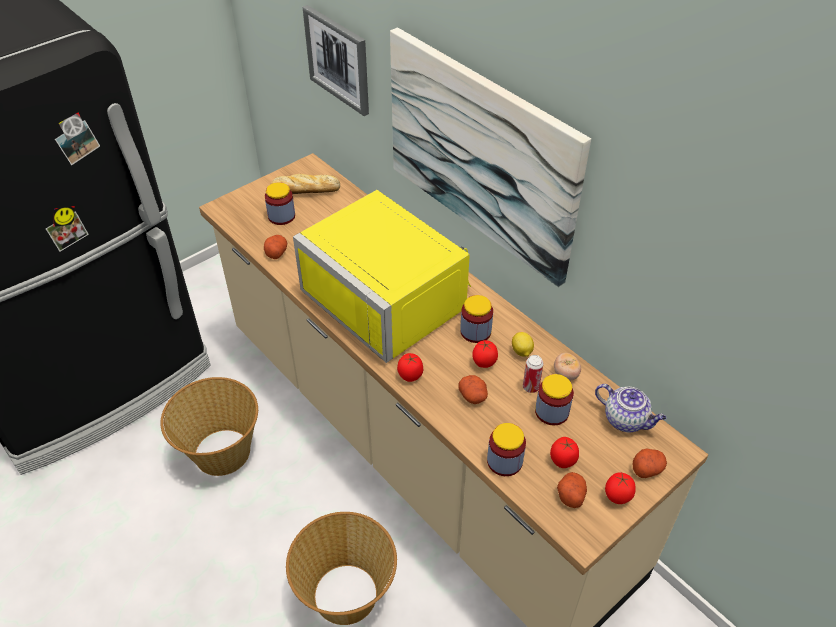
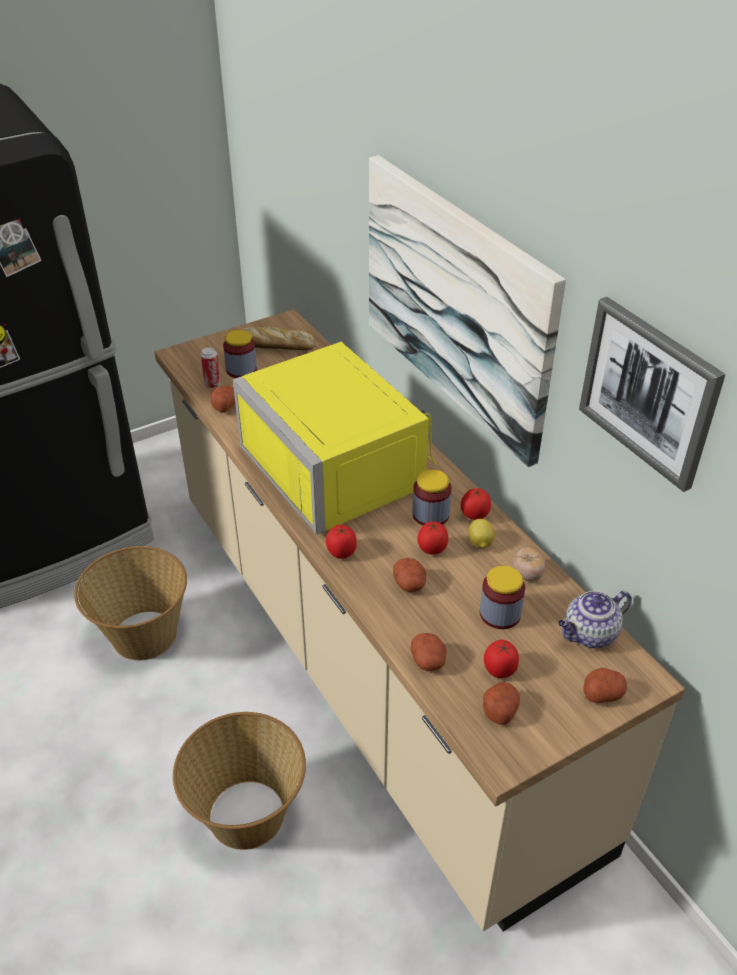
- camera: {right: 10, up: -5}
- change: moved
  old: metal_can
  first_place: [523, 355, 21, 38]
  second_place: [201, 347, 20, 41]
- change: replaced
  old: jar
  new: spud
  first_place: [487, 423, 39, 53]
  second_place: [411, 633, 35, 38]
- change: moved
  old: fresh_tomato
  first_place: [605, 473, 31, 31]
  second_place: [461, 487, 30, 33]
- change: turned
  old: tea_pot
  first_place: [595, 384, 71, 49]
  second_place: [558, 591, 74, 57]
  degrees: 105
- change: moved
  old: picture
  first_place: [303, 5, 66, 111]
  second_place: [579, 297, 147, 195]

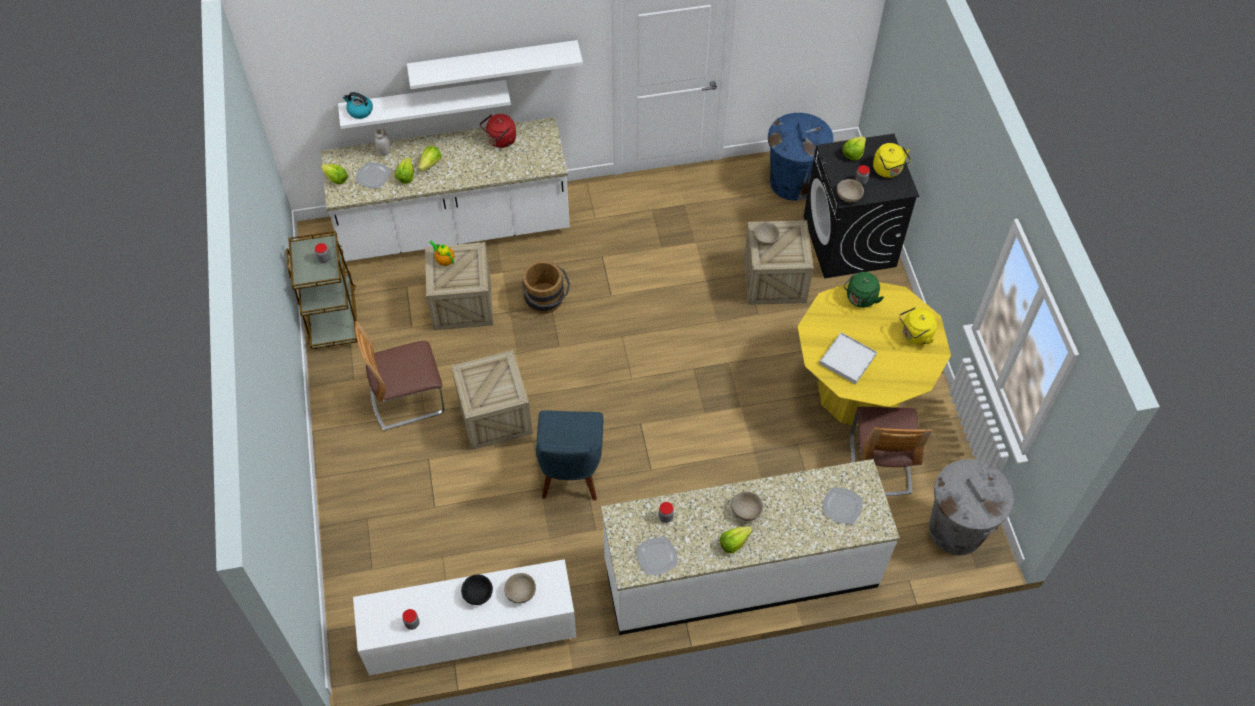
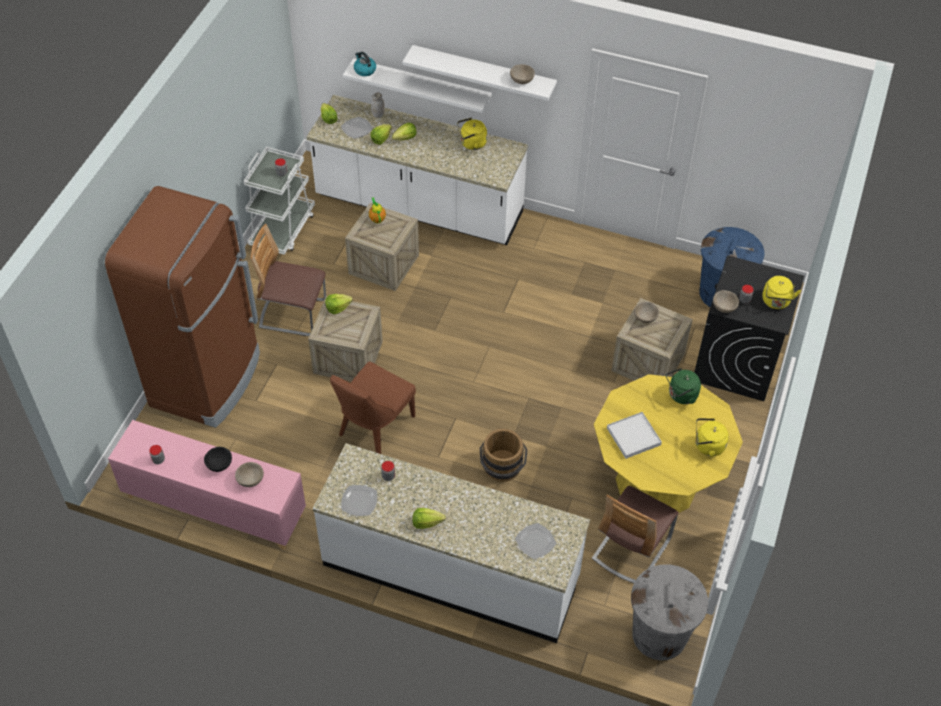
- camera: {right: 30, up: -5}
- change: added
  new: brown_refrigerator
  second_place: [105, 186, 155, 242]
- change: recoloured
  old: whitish_cupboard
  new: pink-coloured_cupboard
  first_place: [353, 559, 223, 118]
  second_place: [108, 420, 198, 130]
- change: recoloured
  old: brown_cart
  new: whitish_cart
  first_place: [286, 231, 72, 118]
  second_place: [244, 147, 71, 108]
- change: moved
  old: lettuce
  first_place: [842, 136, 24, 25]
  second_place: [325, 294, 28, 20]
- change: recoloured
  old: blue_plain_chair
  new: brown_plain_chair
  first_place: [536, 410, 67, 90]
  second_place: [330, 362, 86, 92]
- change: recoloured
  old: red_kettle
  new: yellow_kettle
  first_place: [480, 114, 36, 34]
  second_place: [457, 118, 30, 32]
- change: moved
  old: brown_water_bucket
  first_place: [522, 261, 48, 53]
  second_place: [479, 429, 49, 53]
- change: moved
  old: beige_serving_bowl
  first_place: [731, 492, 32, 29]
  second_place: [510, 64, 25, 20]

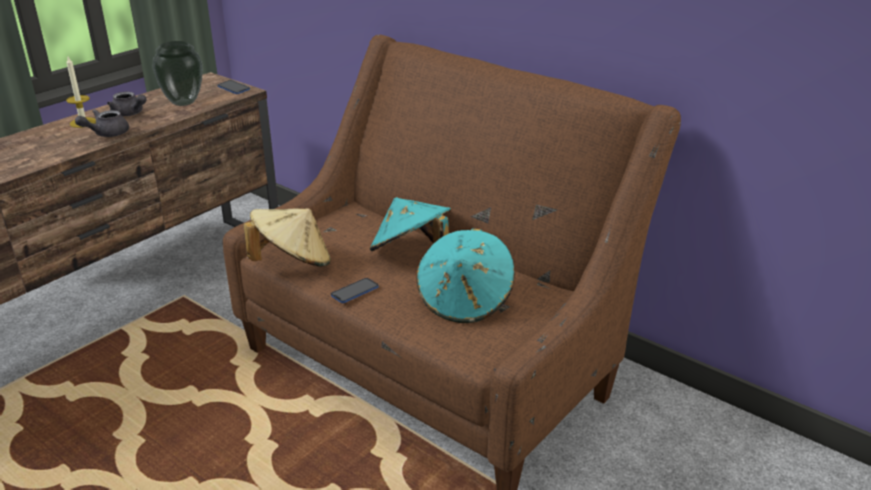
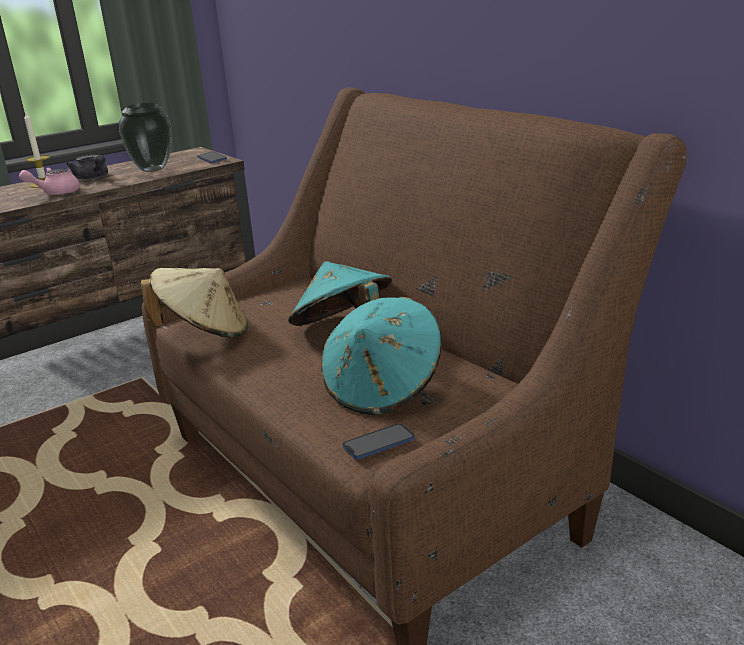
- camera: {right: 15, up: -5}
- change: recoloured
  old: gray_tea_pot
  new: pink-coloured_tea_pot
  first_place: [75, 109, 54, 28]
  second_place: [19, 167, 61, 28]
- change: moved
  old: handset
  first_place: [331, 278, 48, 25]
  second_place: [343, 424, 72, 35]

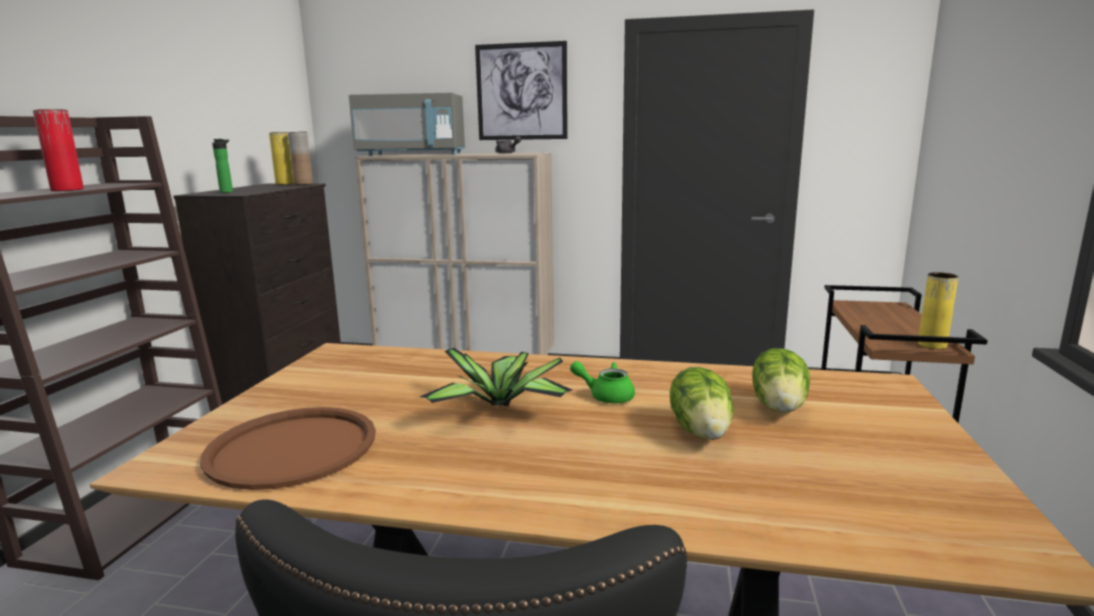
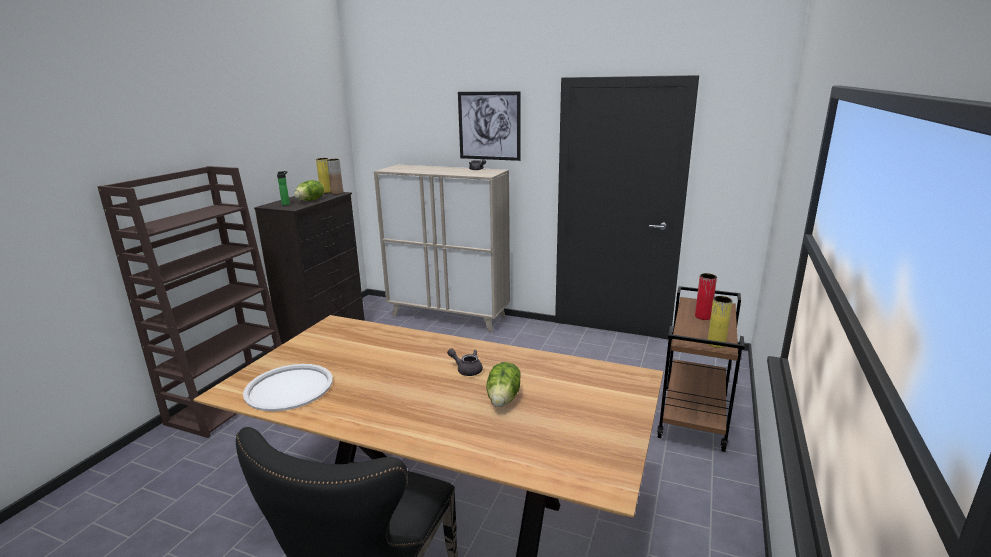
- camera: {right: 10, up: 5}
- change: recoloured
  old: brown_carrying_tray
  new: whitish_carrying_tray
  first_place: [200, 407, 176, 83]
  second_place: [243, 364, 90, 47]
- change: moved
  old: lettuce
  first_place: [752, 348, 58, 65]
  second_place: [294, 180, 30, 21]
- change: recoloured
  old: green_tea_pot
  new: gray_tea_pot
  first_place: [570, 361, 65, 42]
  second_place: [447, 348, 36, 28]
- change: moved
  old: red_vase
  first_place: [33, 109, 51, 82]
  second_place: [695, 273, 22, 47]
- change: removed
  old: gray_microwave
  first_place: [349, 93, 116, 63]
- change: removed
  old: potted_plant
  first_place: [420, 348, 152, 60]

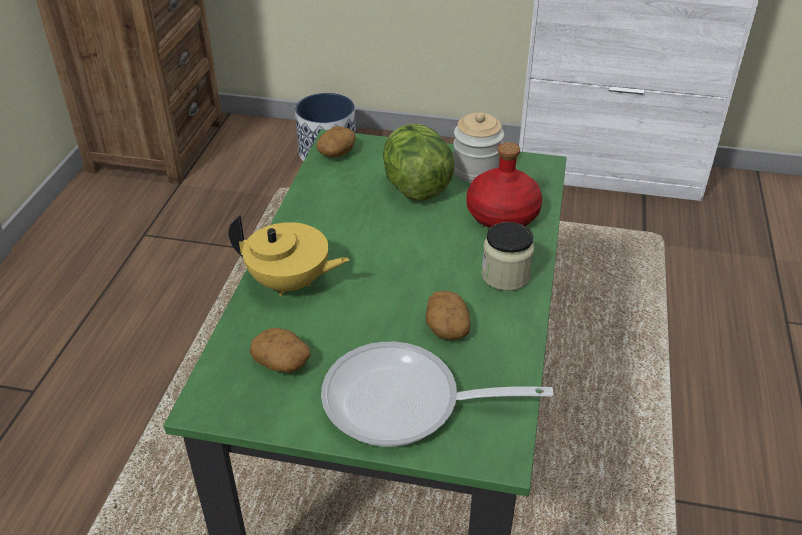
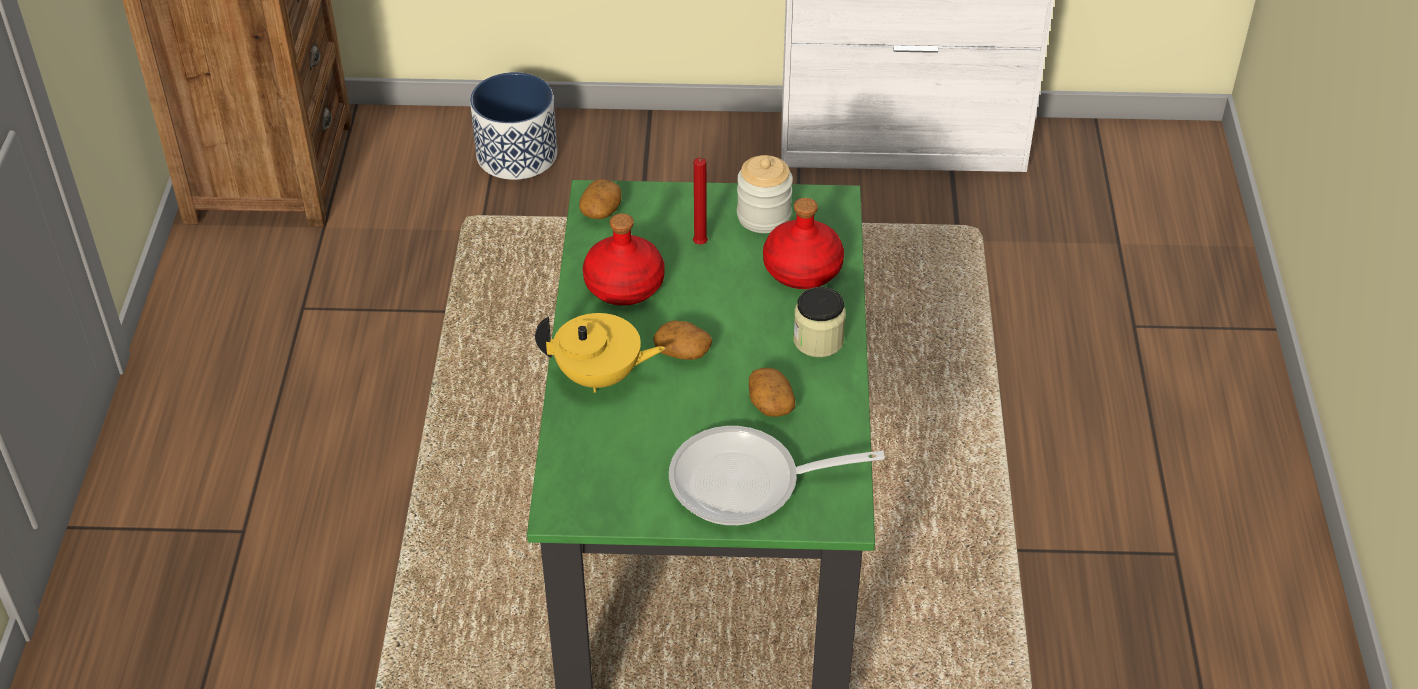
- camera: {right: -10, up: 5}
- change: added
  new: red_bottle
  second_place: [583, 214, 82, 92]
- change: moved
  old: spud
  first_place: [250, 328, 61, 45]
  second_place: [653, 321, 59, 39]
- change: replaced
  old: lettuce
  new: red_wax_candle
  first_place: [383, 124, 72, 77]
  second_place: [693, 156, 15, 89]

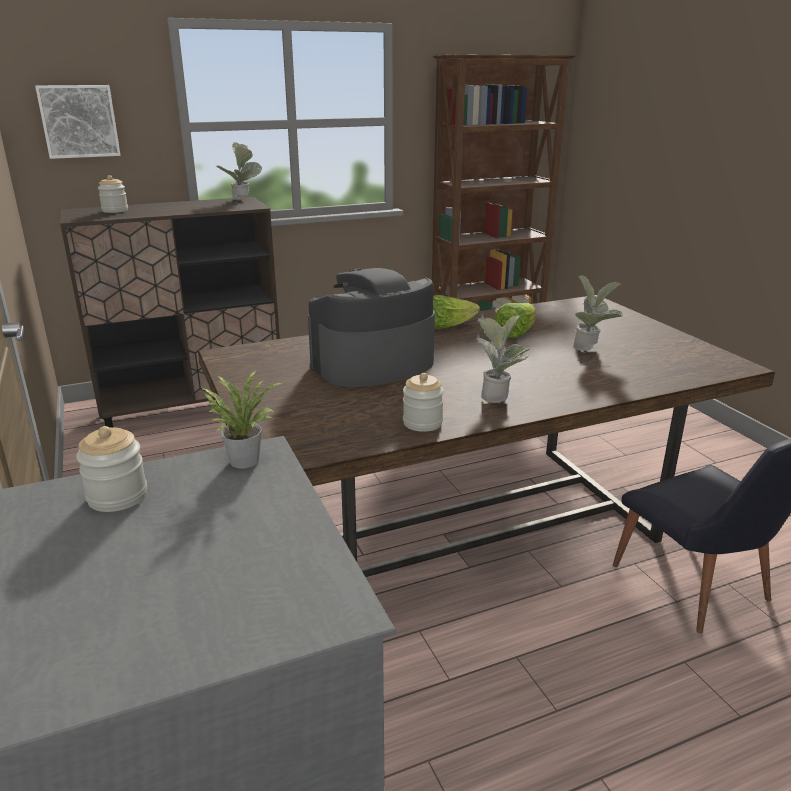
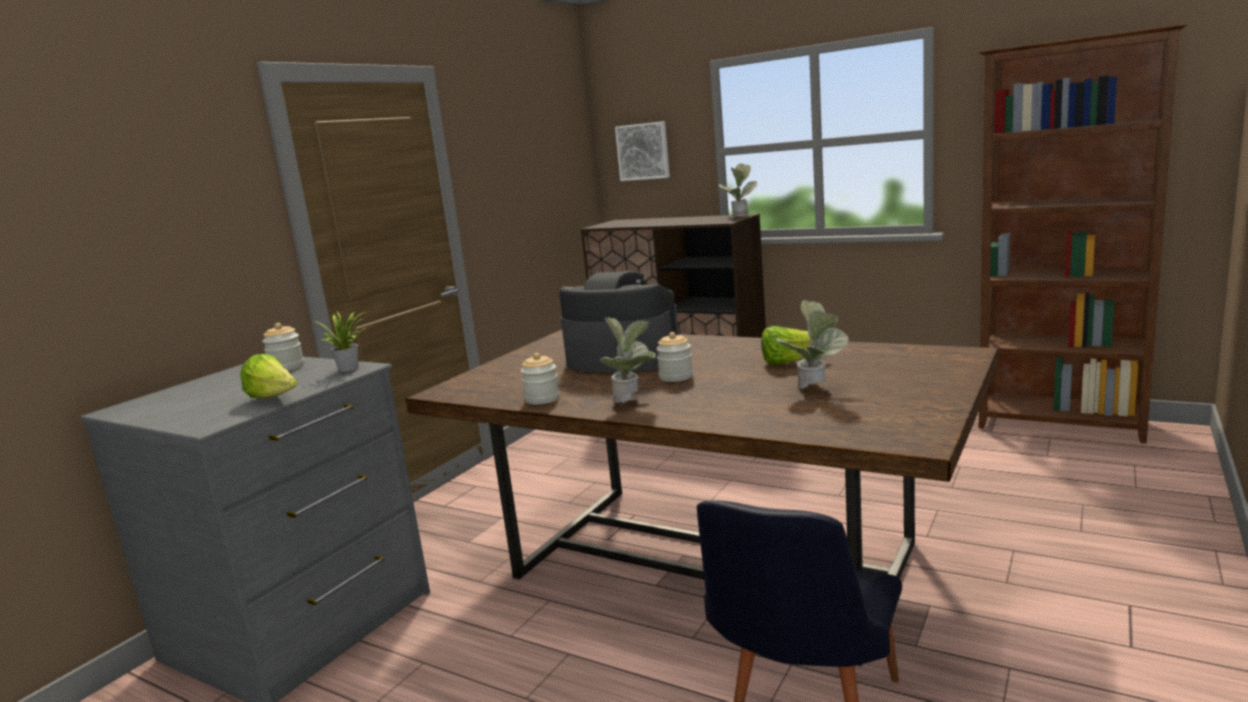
- camera: {right: 55, up: -10}
- change: moved
  old: lettuce
  first_place: [433, 295, 47, 34]
  second_place: [240, 354, 58, 45]
- change: moved
  old: jar
  first_place: [98, 175, 30, 38]
  second_place: [656, 332, 37, 50]

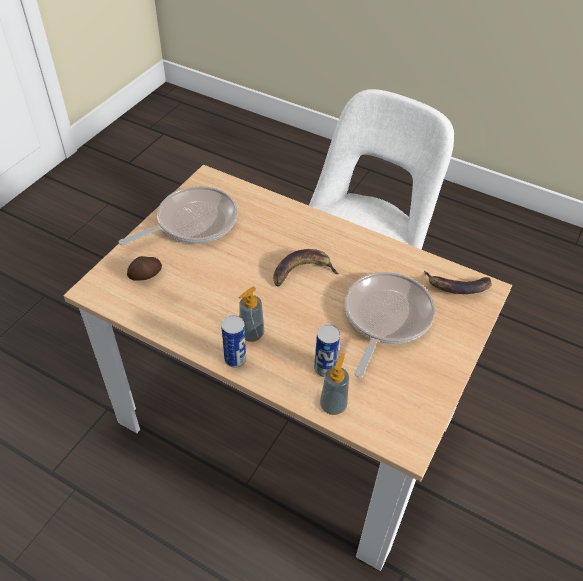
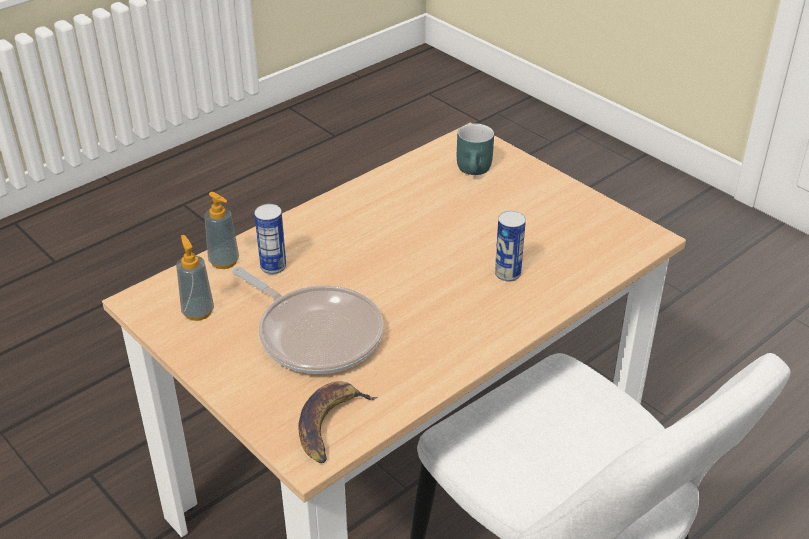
- camera: {right: 110, up: -10}
- change: moved
  old: soap_bottle
  first_place: [239, 287, 25, 55]
  second_place: [176, 235, 38, 86]
- change: replaced
  old: spud
  new: blue-green_mug
  first_place: [127, 256, 35, 25]
  second_place: [457, 124, 37, 51]
- change: moved
  old: metal_can
  first_place: [221, 315, 25, 53]
  second_place: [495, 211, 31, 71]
- change: removed
  old: pan
  first_place: [119, 186, 119, 60]
- change: removed
  old: whole_banana
  first_place: [273, 249, 66, 38]

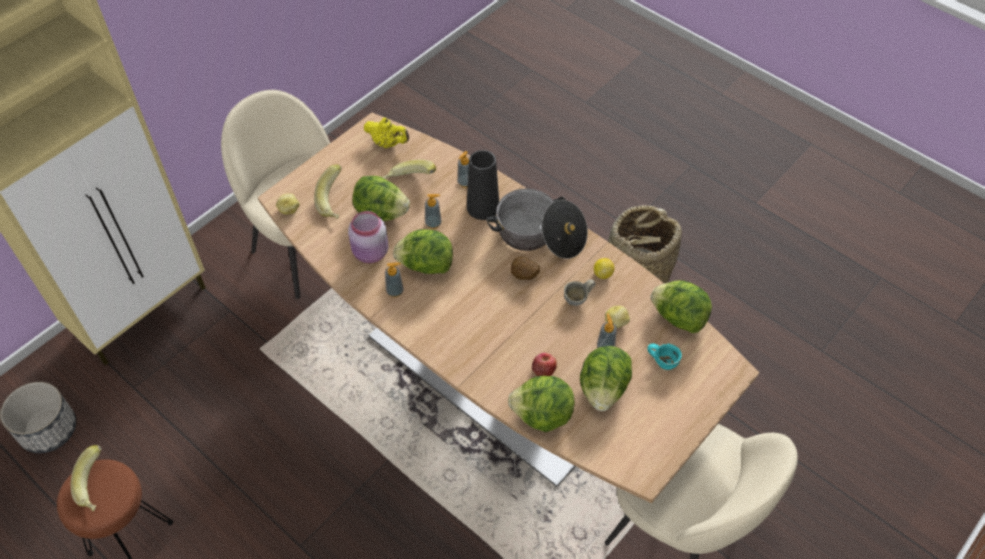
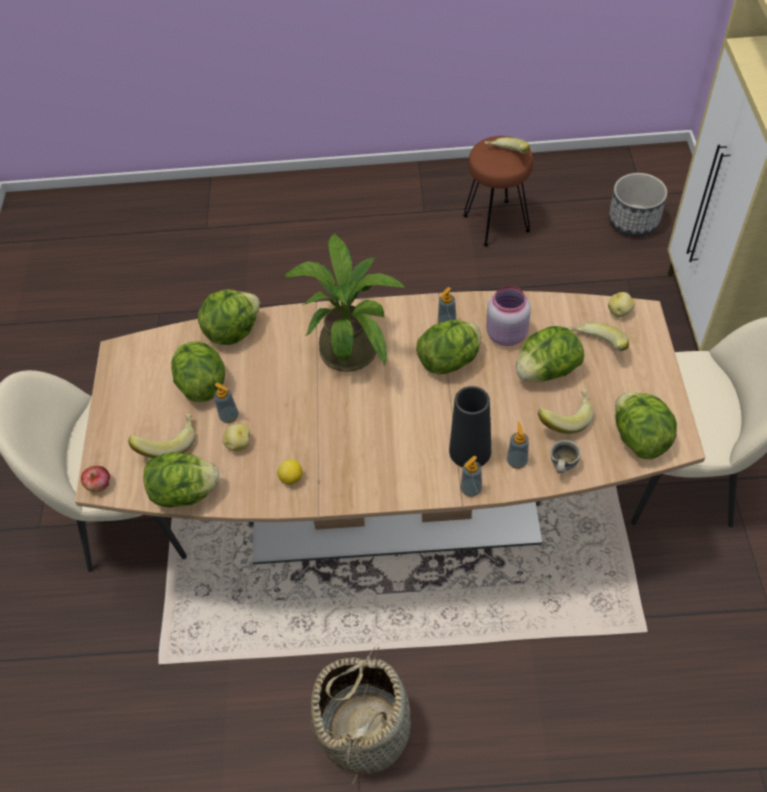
- camera: {right: 140, up: 0}
- change: moved
  old: apple_fruit
  first_place: [532, 353, 25, 23]
  second_place: [81, 466, 29, 26]
- change: replaced
  old: blue-green_mug
  new: whole_banana
  first_place: [648, 344, 34, 26]
  second_place: [128, 414, 67, 44]
- change: added
  new: potted_plant
  second_place: [284, 233, 121, 139]
- change: moved
  old: soap_bottle
  first_place: [425, 194, 17, 35]
  second_place: [460, 456, 22, 41]
- change: moved
  old: gray_mug
  first_place: [564, 279, 32, 27]
  second_place: [550, 440, 31, 33]
- change: replaced
  old: yellow_tea_pot
  new: lettuce
  first_place: [364, 118, 45, 30]
  second_place: [615, 392, 62, 68]
- change: removed
  old: saucepot
  first_place: [486, 188, 102, 71]
- change: removed
  old: spud
  first_place: [511, 257, 29, 23]

